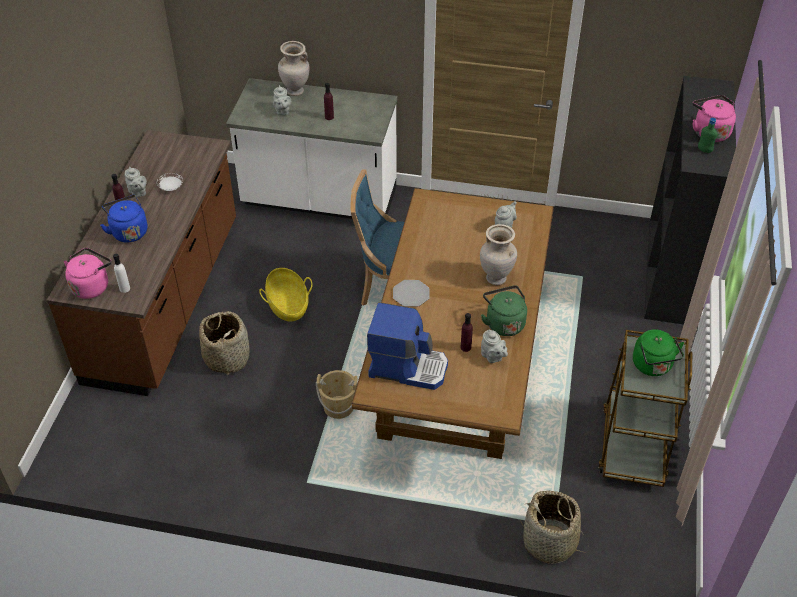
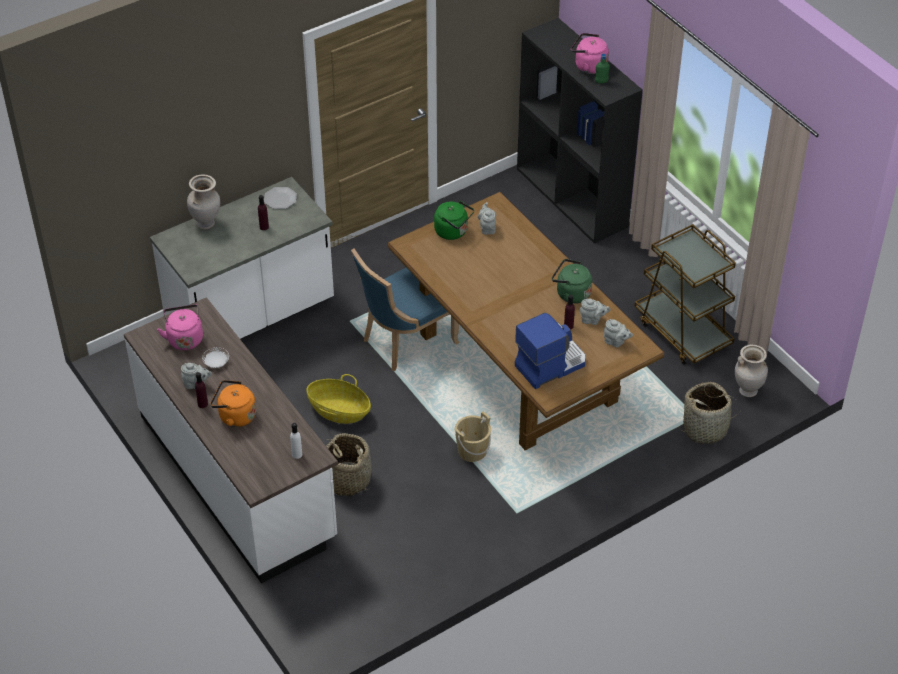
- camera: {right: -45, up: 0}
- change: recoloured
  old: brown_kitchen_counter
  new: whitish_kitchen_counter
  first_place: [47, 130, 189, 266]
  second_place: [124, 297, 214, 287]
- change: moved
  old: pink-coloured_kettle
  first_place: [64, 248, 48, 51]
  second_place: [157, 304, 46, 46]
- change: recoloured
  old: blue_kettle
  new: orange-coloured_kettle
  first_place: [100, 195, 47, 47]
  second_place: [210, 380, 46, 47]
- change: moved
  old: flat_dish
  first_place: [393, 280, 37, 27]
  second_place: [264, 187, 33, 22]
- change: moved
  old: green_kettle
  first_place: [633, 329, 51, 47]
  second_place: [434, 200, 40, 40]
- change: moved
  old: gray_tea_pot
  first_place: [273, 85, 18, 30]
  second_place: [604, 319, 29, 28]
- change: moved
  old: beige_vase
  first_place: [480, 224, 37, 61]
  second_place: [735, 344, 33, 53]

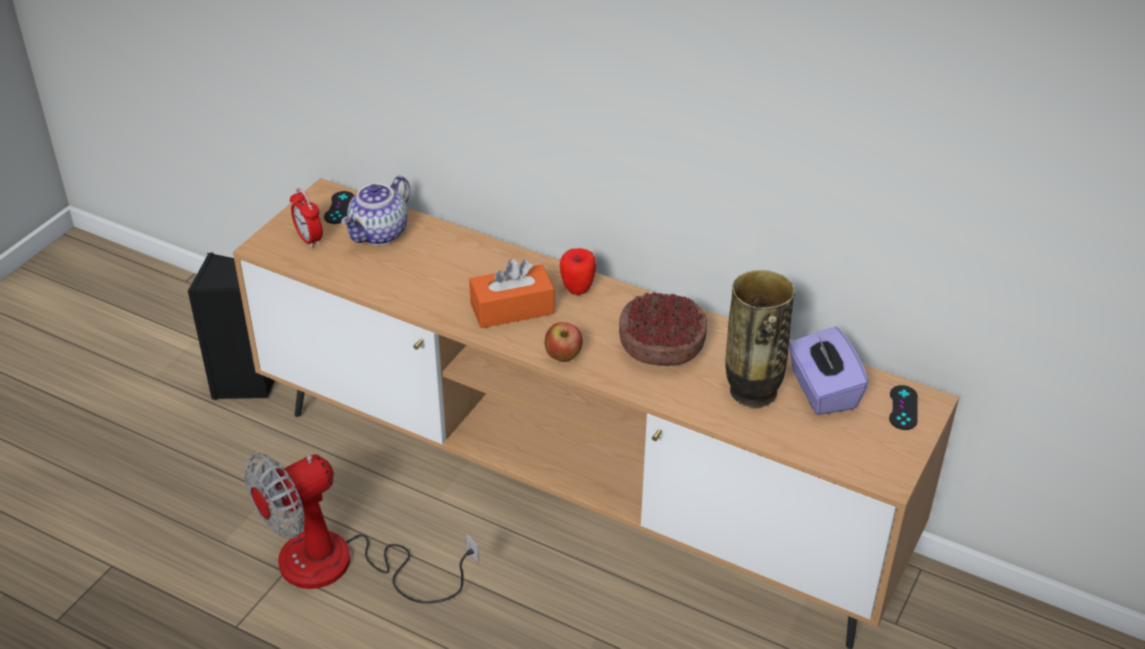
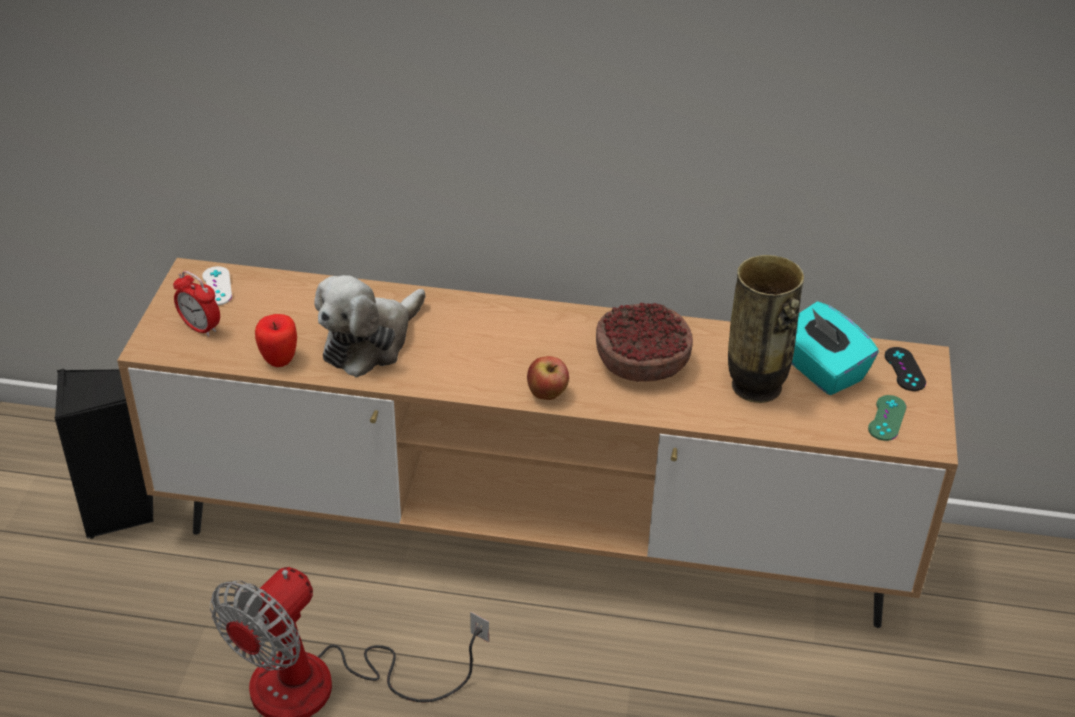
- camera: {right: -20, up: 0}
- change: recoloured
  old: black-coloured_joypad
  new: whitish_joypad
  first_place: [324, 191, 30, 33]
  second_place: [202, 266, 30, 39]
- change: moved
  old: apple_fruit
  first_place: [560, 248, 36, 47]
  second_place: [255, 314, 42, 53]
- change: added
  new: plush_toy
  second_place: [314, 275, 112, 102]
- change: recoloured
  old: purplish_box_of_tissues
  new: blue-green_box_of_tissues
  first_place: [789, 326, 80, 89]
  second_place: [792, 302, 87, 93]
- change: added
  new: green_joypad
  second_place: [868, 395, 38, 46]
- change: removed
  old: tea_pot
  first_place: [341, 176, 69, 69]
- change: removed
  old: orange-coloured_box_of_tissues
  first_place: [469, 259, 85, 69]

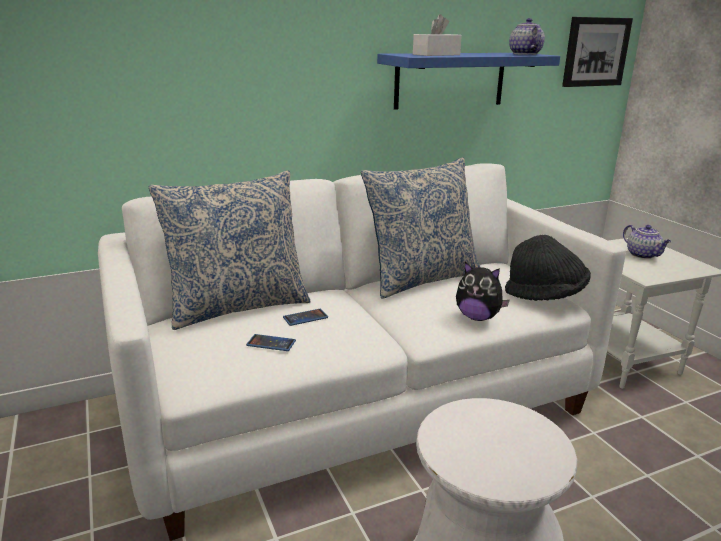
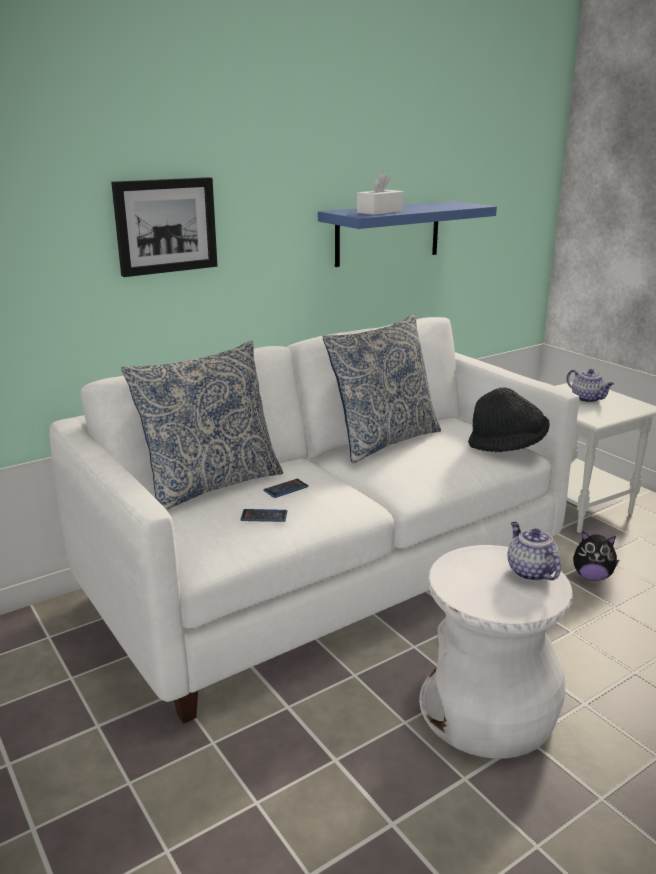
- camera: {right: -10, up: 0}
- change: moved
  old: picture
  first_place: [562, 17, 71, 70]
  second_place: [111, 177, 106, 100]
- change: moved
  old: tea_pot
  first_place: [509, 18, 36, 37]
  second_place: [508, 522, 53, 59]
- change: moved
  old: plush_toy
  first_place: [456, 262, 54, 59]
  second_place: [573, 532, 46, 49]

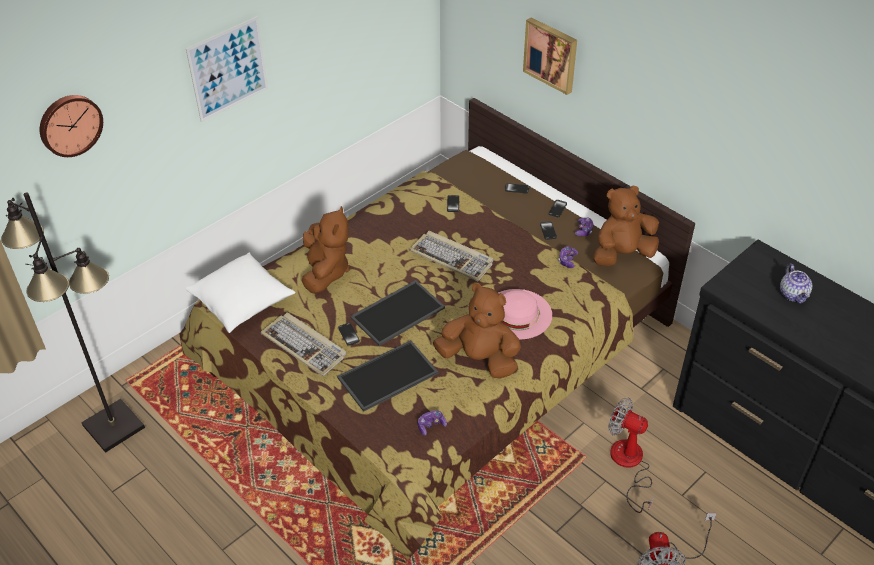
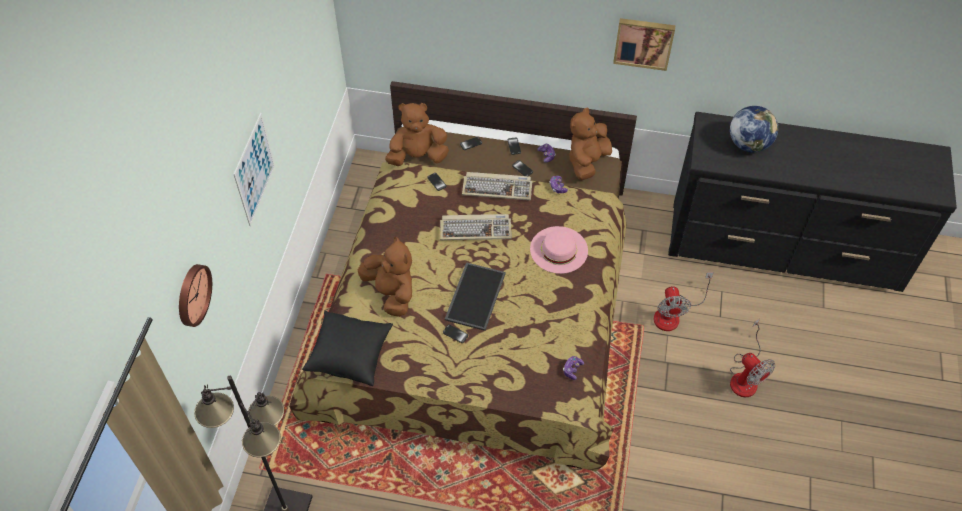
- camera: {right: -35, up: 10}
- change: recoloured
  old: whitish_cushion
  new: black-coloured_cushion
  first_place: [186, 252, 110, 81]
  second_place: [302, 310, 91, 76]
- change: moved
  old: brown_plush_toy
  first_place: [433, 283, 88, 96]
  second_place: [385, 103, 64, 63]
- change: moved
  old: computer_keyboard
  first_place: [261, 312, 85, 64]
  second_place: [462, 172, 70, 28]
- change: moved
  old: picture
  first_place: [523, 17, 54, 78]
  second_place: [613, 18, 63, 53]
- change: turned
  old: electric_fan
  first_place: [609, 397, 45, 116]
  second_place: [654, 272, 60, 59]
  degrees: -90
- change: replaced
  old: tea_pot
  new: globe
  first_place: [780, 264, 32, 40]
  second_place: [730, 106, 48, 46]
- change: removed
  old: carrying_tray
  first_place: [337, 340, 101, 72]

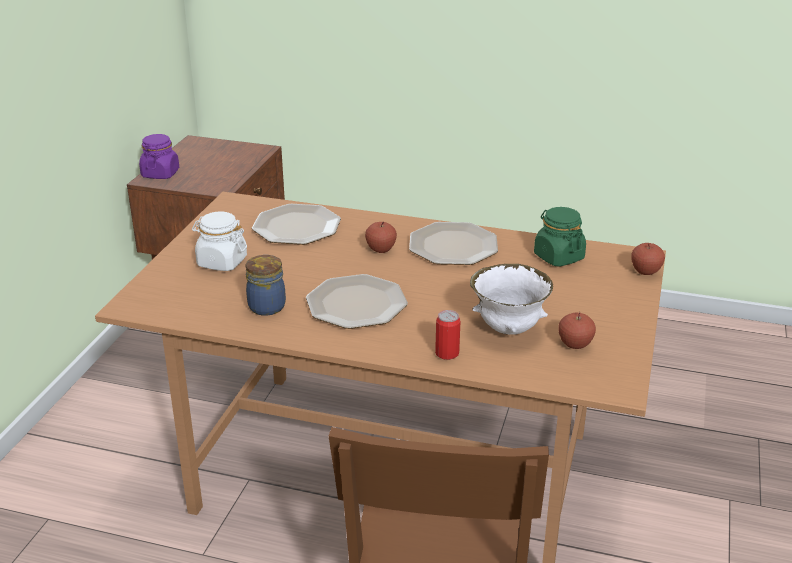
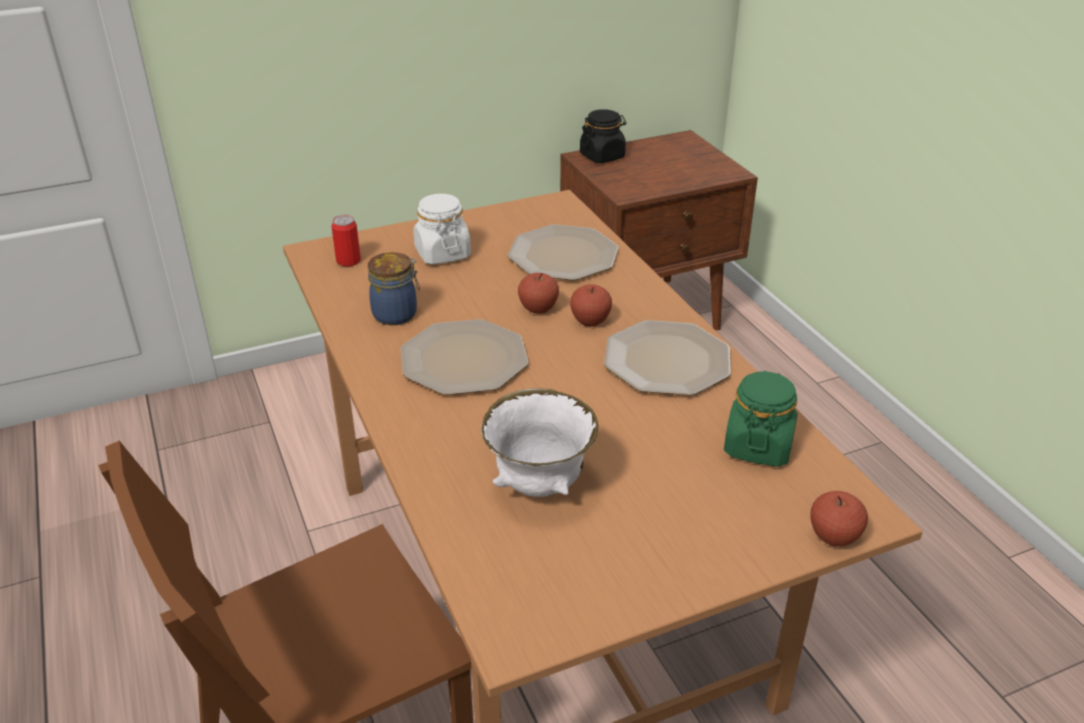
- camera: {right: 50, up: 5}
- change: moved
  old: metal_can
  first_place: [435, 310, 25, 50]
  second_place: [331, 215, 30, 52]
- change: moved
  old: apple_fruit
  first_place: [558, 312, 38, 37]
  second_place: [518, 273, 41, 41]
- change: recoloured
  old: purplish_jar
  new: black-coloured_jar
  first_place: [139, 134, 40, 45]
  second_place: [580, 109, 46, 54]

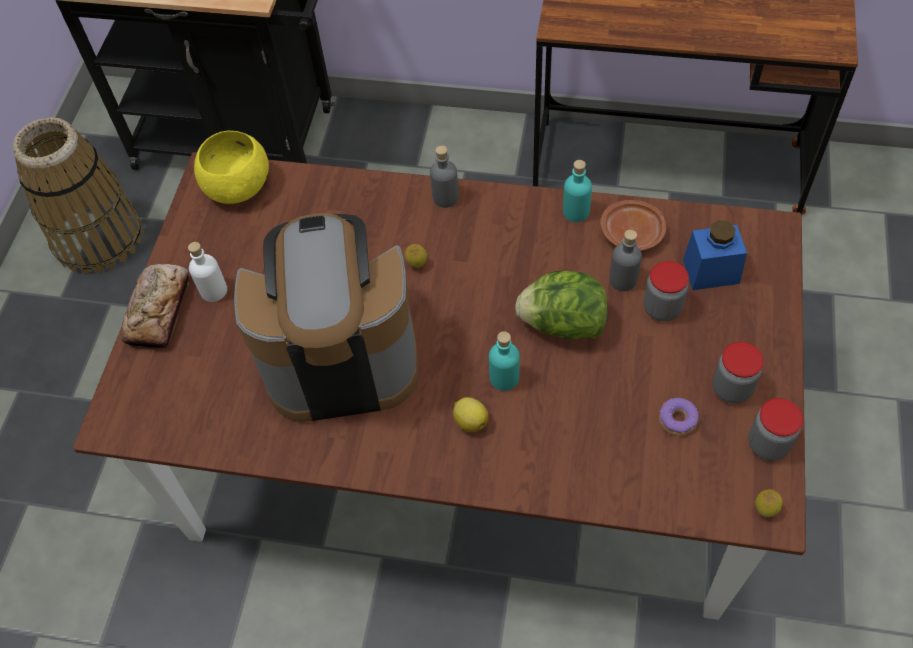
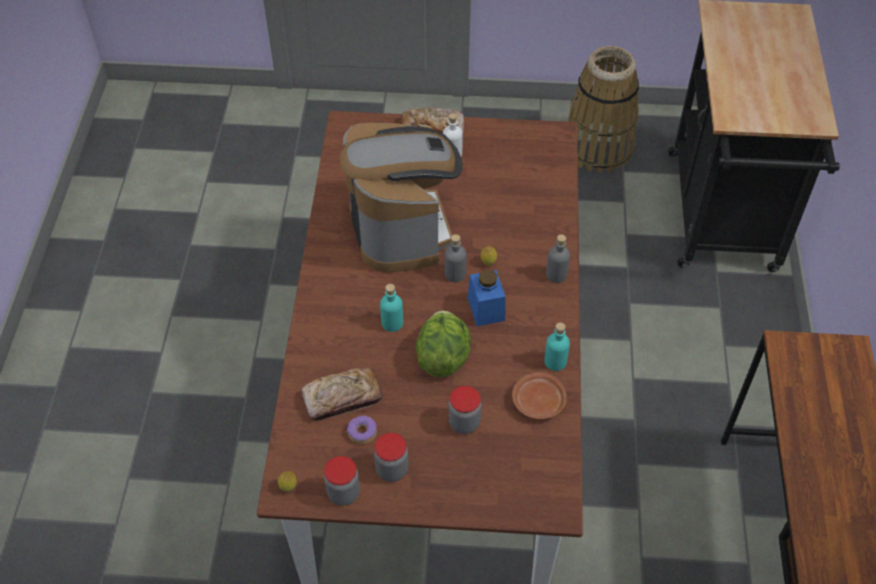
- camera: {right: 80, up: -5}
- change: added
  new: bread
  second_place: [301, 368, 81, 53]
- change: moved
  old: gray_bottle
  first_place: [609, 230, 33, 61]
  second_place: [445, 234, 21, 48]
- change: moved
  old: blue_jar
  first_place: [683, 220, 64, 70]
  second_place: [468, 269, 38, 57]
- change: removed
  old: yellow_serving_bowl
  first_place: [194, 131, 75, 73]
- change: removed
  old: citrus_fruit
  first_place: [453, 397, 36, 35]

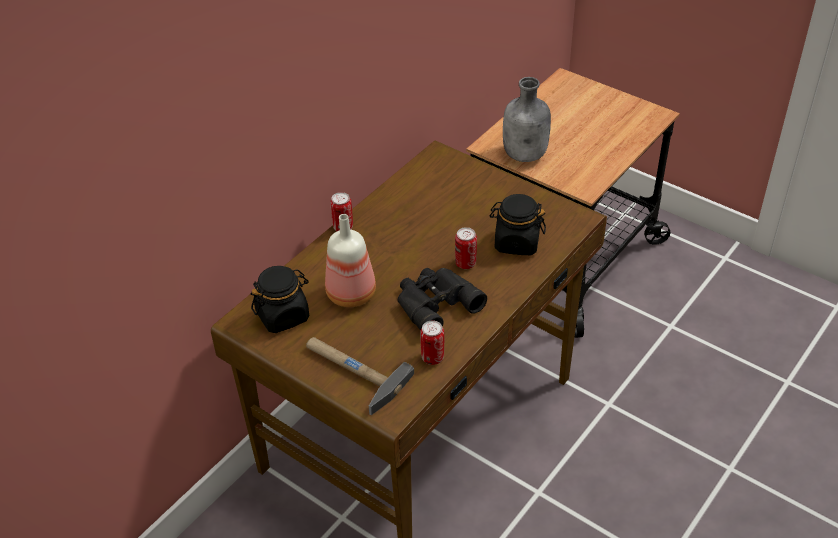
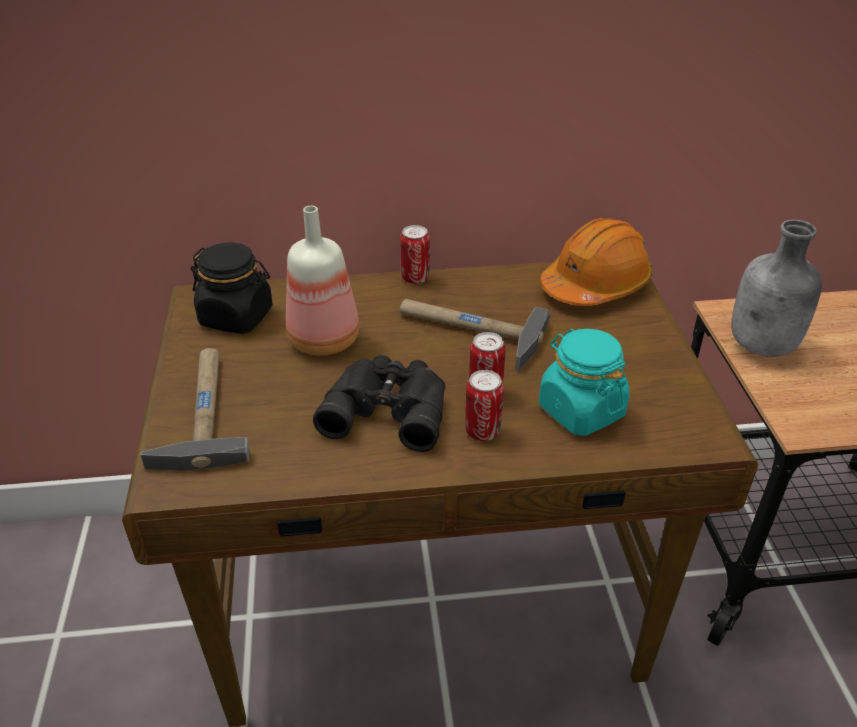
- camera: {right: 45, up: -5}
- change: added
  new: tool_hammer
  second_place: [400, 299, 150, 72]
- change: moved
  old: metal_can
  first_place: [420, 320, 24, 45]
  second_place: [465, 370, 39, 71]
- change: recoloured
  old: black-coloured_jar
  new: blue-green_jar
  first_place: [490, 194, 56, 61]
  second_place: [539, 329, 91, 107]
- change: added
  new: orange-coloured_safety_helmet
  second_place: [540, 218, 113, 88]

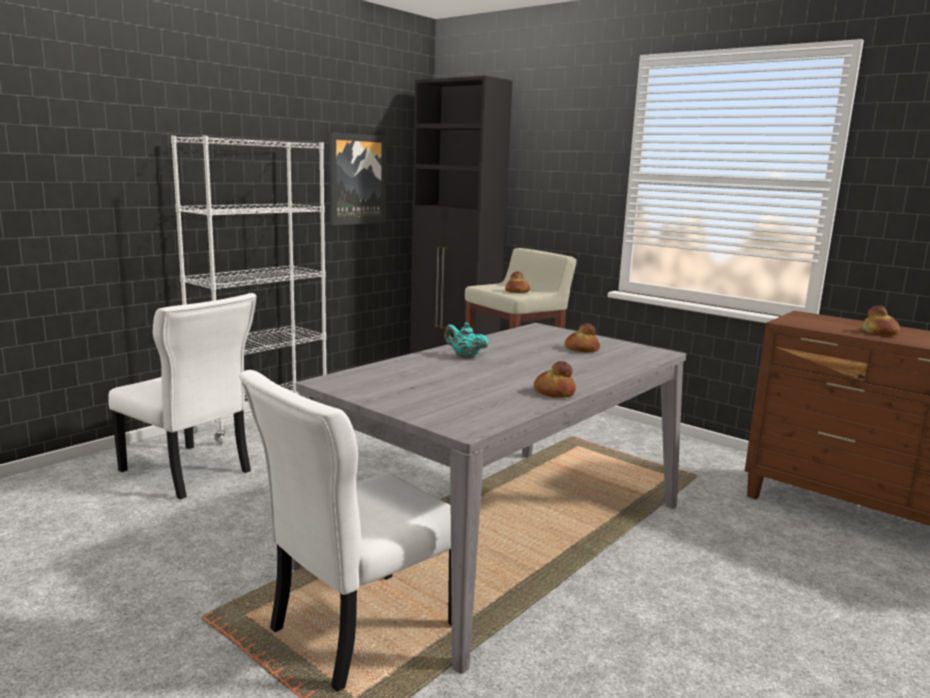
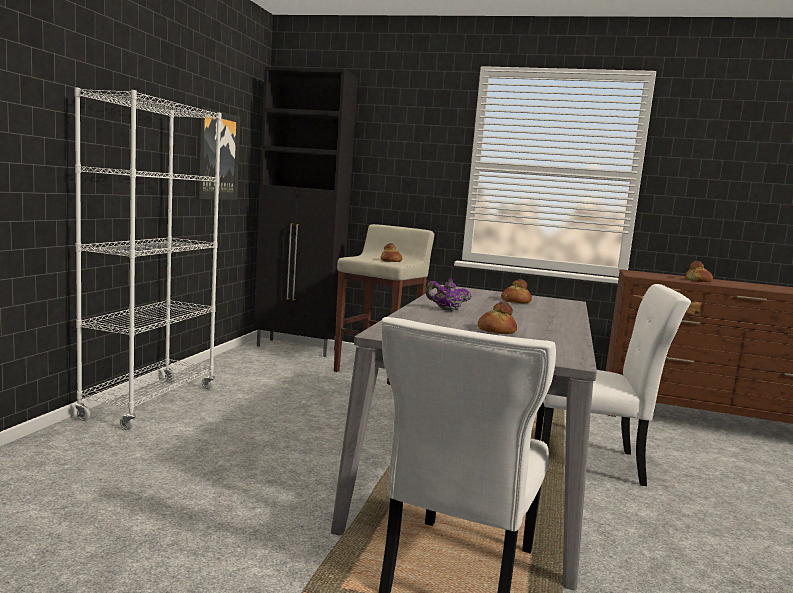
- camera: {right: -25, up: -5}
- change: recoloured
  old: blue-green_tea_pot
  new: purplish_tea_pot
  first_place: [444, 323, 45, 36]
  second_place: [425, 278, 46, 33]
- change: moved
  old: bread
  first_place: [534, 361, 42, 37]
  second_place: [478, 302, 39, 32]
- change: moved
  old: whitish_plain_chair
  first_place: [108, 293, 149, 206]
  second_place: [535, 284, 156, 202]

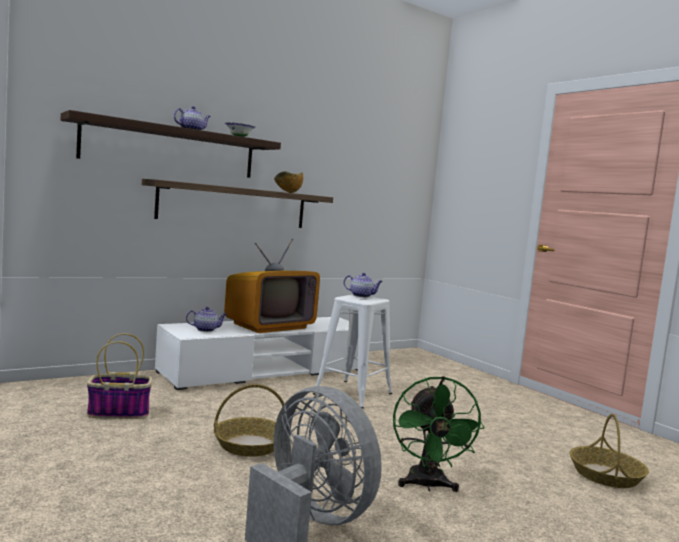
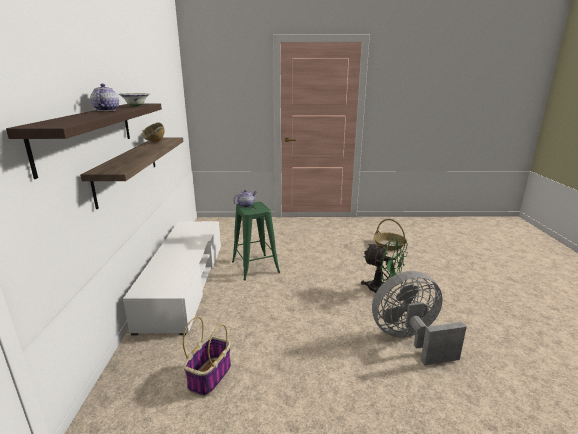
- camera: {right: -55, up: 15}
- change: recoloured
  old: whitish_sitting_stool
  new: green_sitting_stool
  first_place: [313, 294, 79, 114]
  second_place: [232, 202, 48, 78]
- change: removed
  old: tea_pot
  first_place: [186, 307, 41, 25]
- change: removed
  old: basket
  first_place: [214, 384, 70, 73]
- change: removed
  old: television
  first_place: [224, 239, 96, 94]

